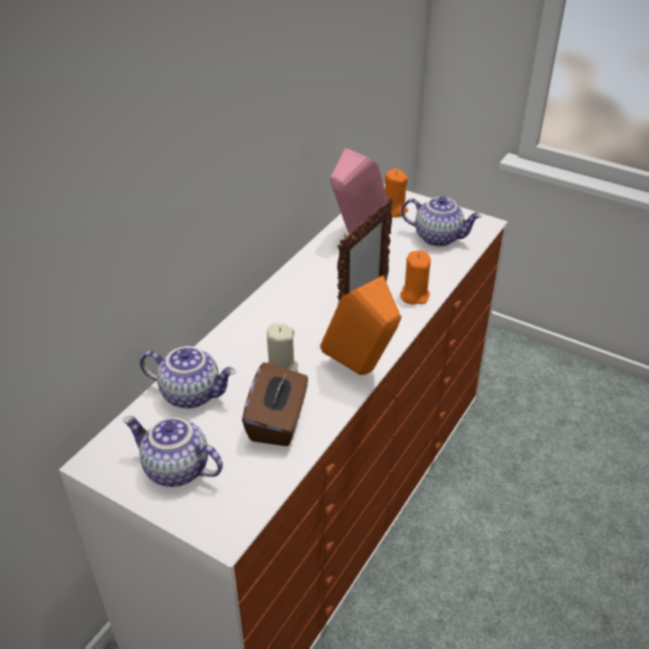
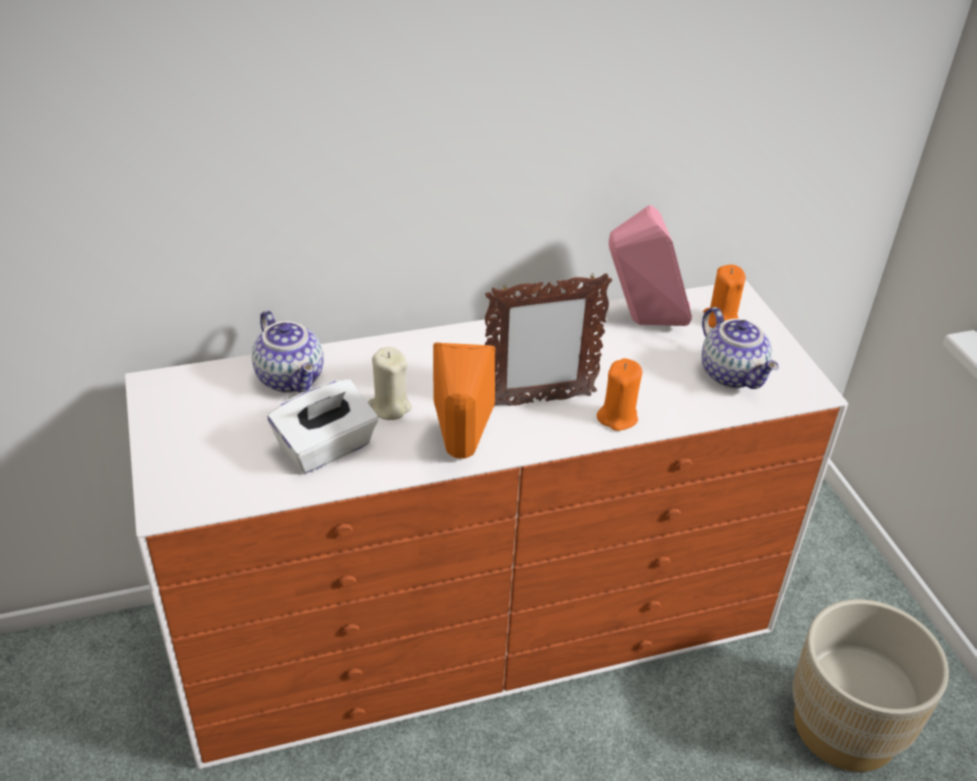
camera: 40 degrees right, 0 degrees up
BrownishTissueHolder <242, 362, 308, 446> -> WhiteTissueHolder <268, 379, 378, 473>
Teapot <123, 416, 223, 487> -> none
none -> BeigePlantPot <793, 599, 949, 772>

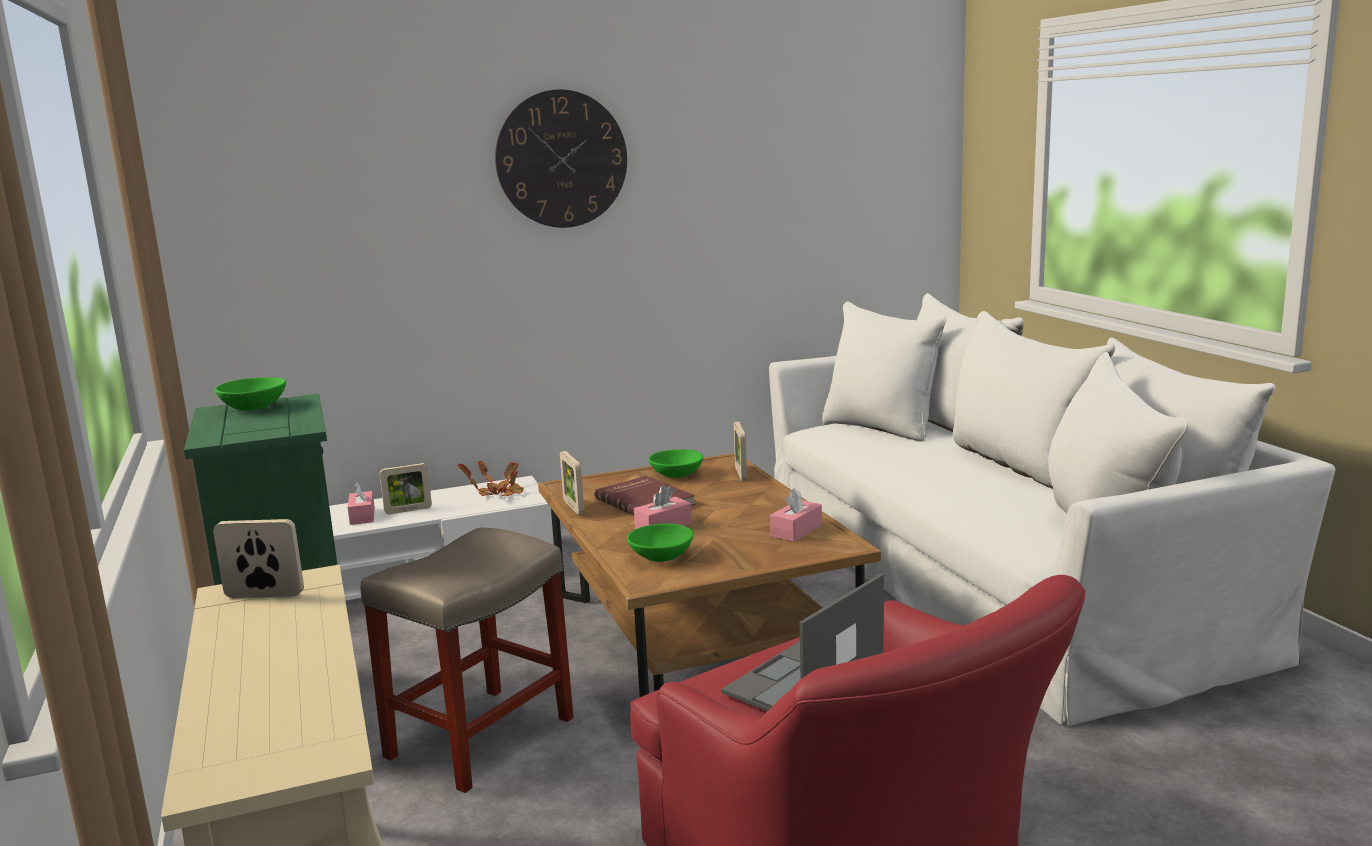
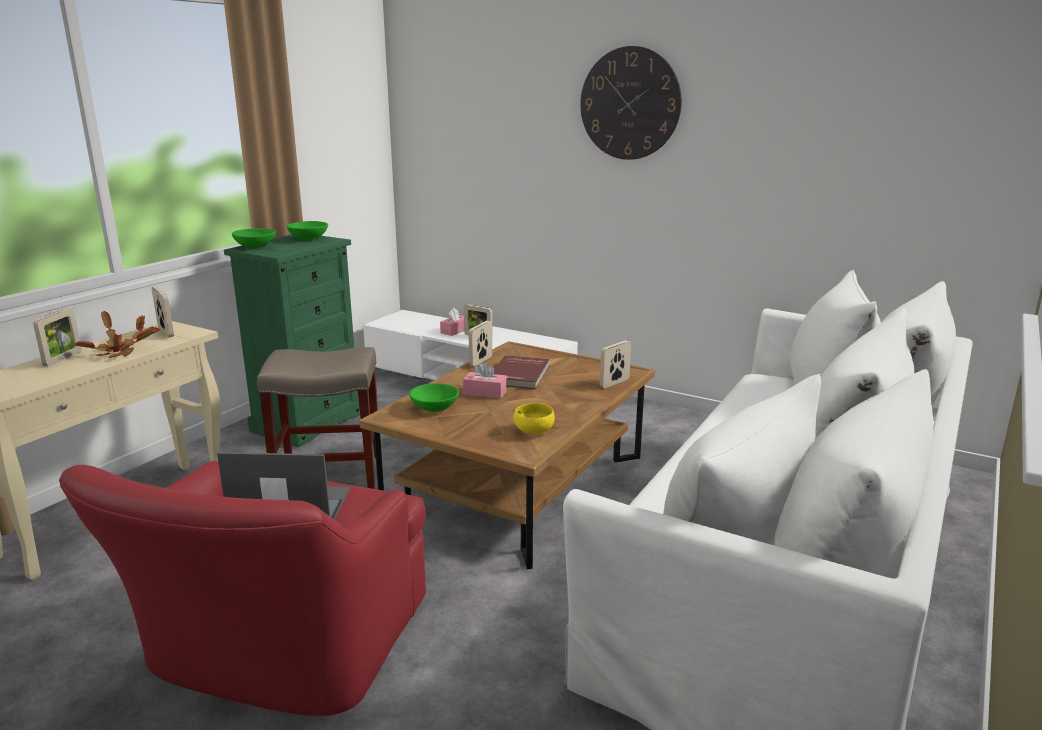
camera: 50 degrees right, 5 degrees up
GreenBowl <648, 449, 703, 478> -> GreenBowl <232, 228, 276, 248>, shifted
Houseplant <457, 461, 523, 496> -> Houseplant <74, 311, 160, 358>, shifted
PinkishTissueHolder <770, 488, 822, 542> -> YellowBowl <513, 403, 555, 434>
none -> StandingFrame <33, 308, 82, 366>

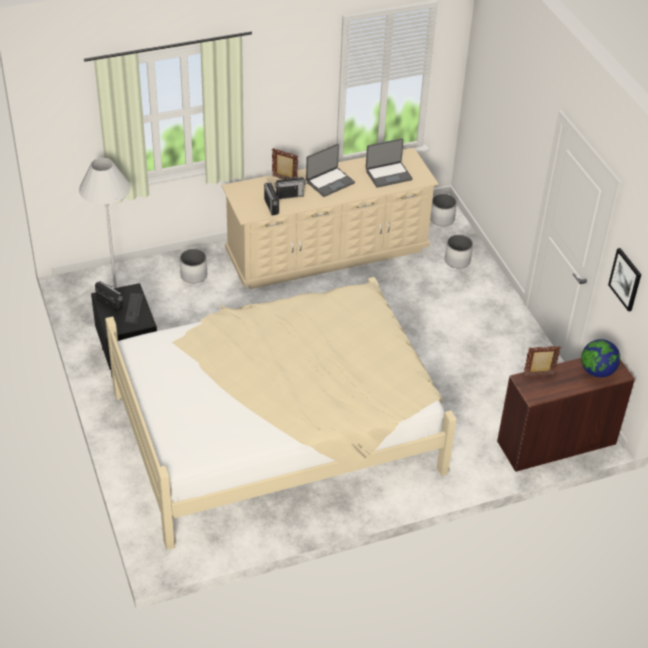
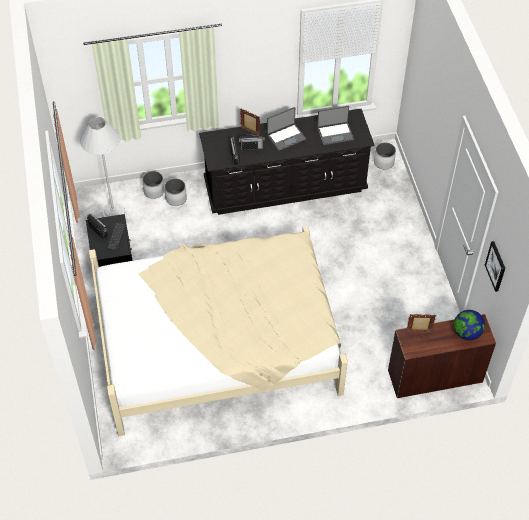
camera: 10 degrees right, 10 degrees up
BeigeDresser <221, 148, 439, 289> -> BlackDresser <199, 109, 375, 215>
WhitePlantPot <445, 235, 473, 268> -> WhitePlantPot <142, 171, 165, 199>, shifted

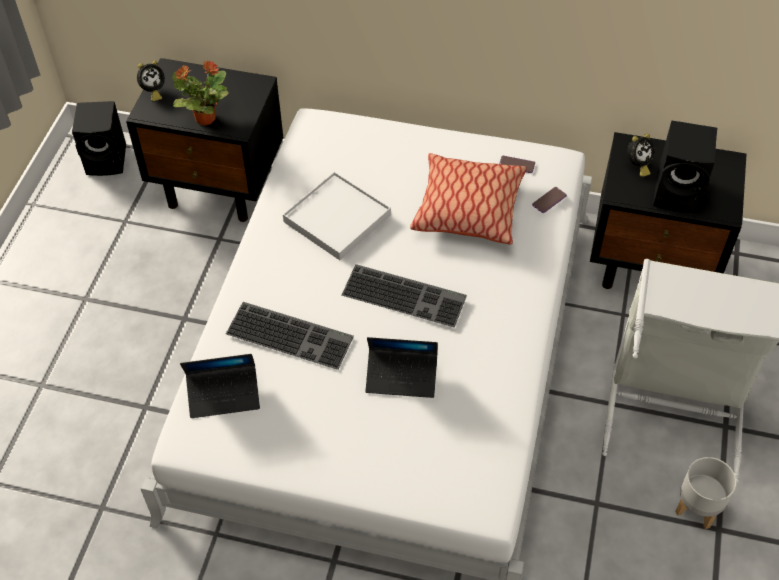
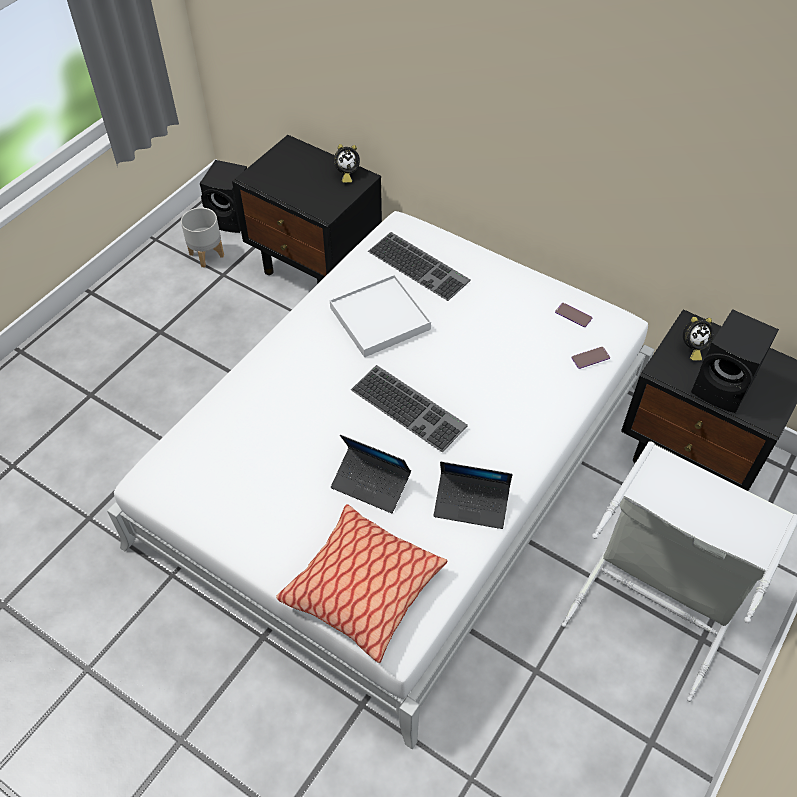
camera: 20 degrees right, 0 degrees up
Houseplant <172, 60, 229, 125> -> none
BedsideClock <137, 61, 165, 102> -> BedsideClock <334, 144, 360, 183>, shifted
ThrowPillow <410, 153, 527, 245> -> ThrowPillow <276, 504, 447, 663>, shifted
ComputerKeyboard <226, 302, 354, 370> -> ComputerKeyboard <368, 232, 471, 301>, shifted
Laptop <180, 354, 260, 418> -> Laptop <434, 462, 513, 529>, shifted
GreyishPlantPot <675, 457, 737, 529> -> GreyishPlantPot <181, 208, 224, 267>, shifted

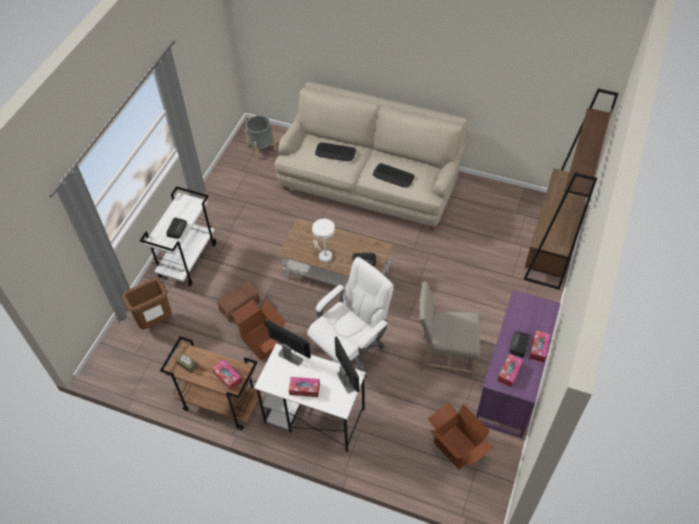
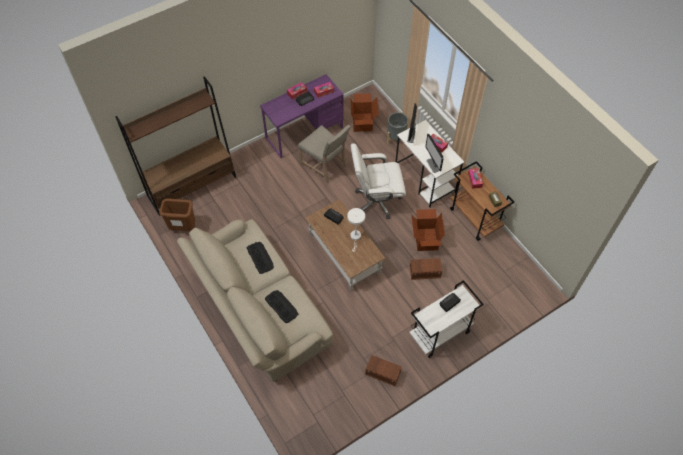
camera: 145 degrees left, 5 degrees up
GreyishPlantPot <244, 115, 276, 159> -> GreyishPlantPot <387, 112, 408, 146>, shifted
BrownishTrashCan <122, 278, 172, 329> -> BrownishTrashCan <159, 198, 195, 231>, shifted
none -> BrownishStorageBin <365, 355, 402, 386>

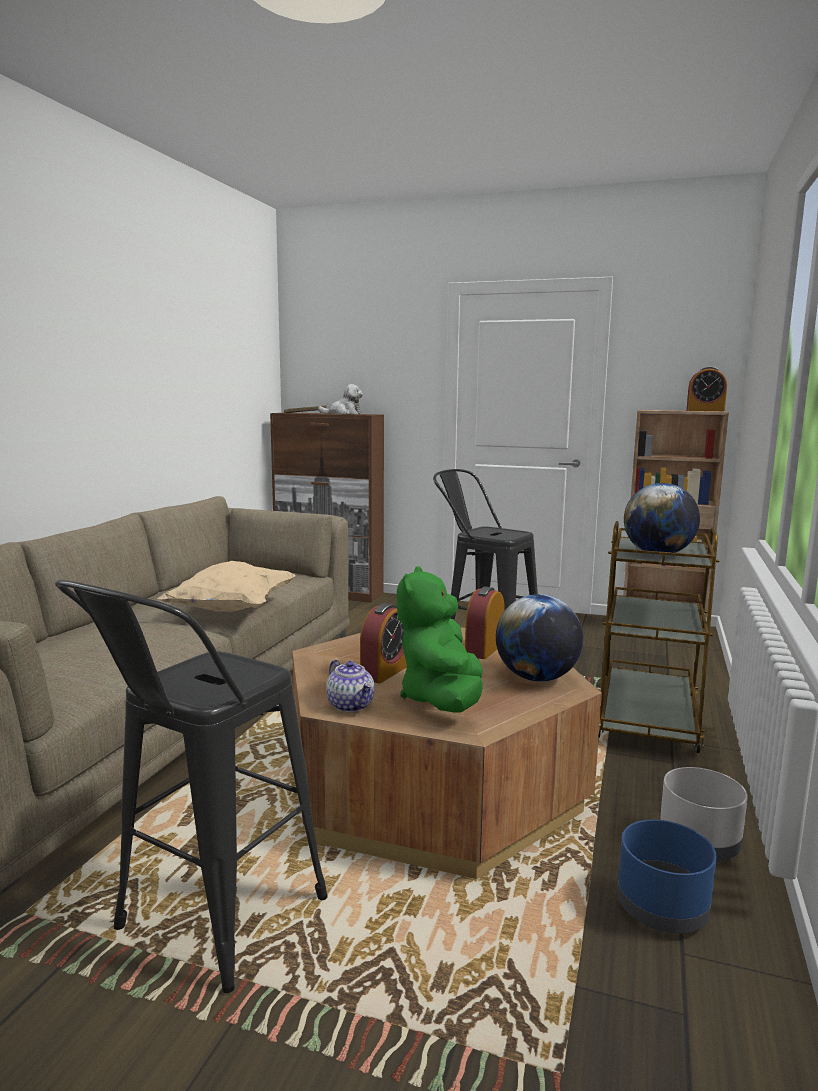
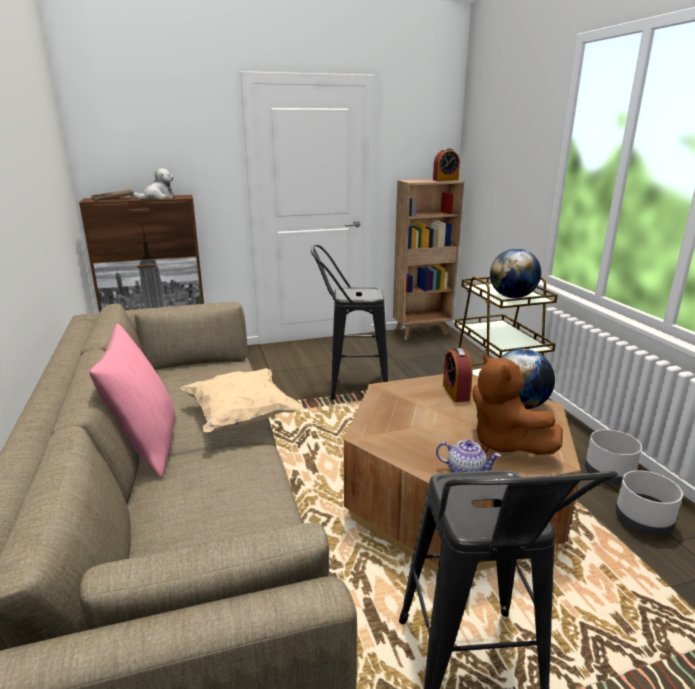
camera: 35 degrees left, 10 degrees up
GreenSoftToy <397, 566, 483, 712> -> BrownishSoftToy <473, 353, 563, 455>
BedsideClock <360, 603, 407, 683> -> none
BlueColouredPlantPot <617, 820, 717, 933> -> GreyishPlantPot <616, 470, 683, 535>
none -> PinkishThrowPillow <89, 324, 175, 478>

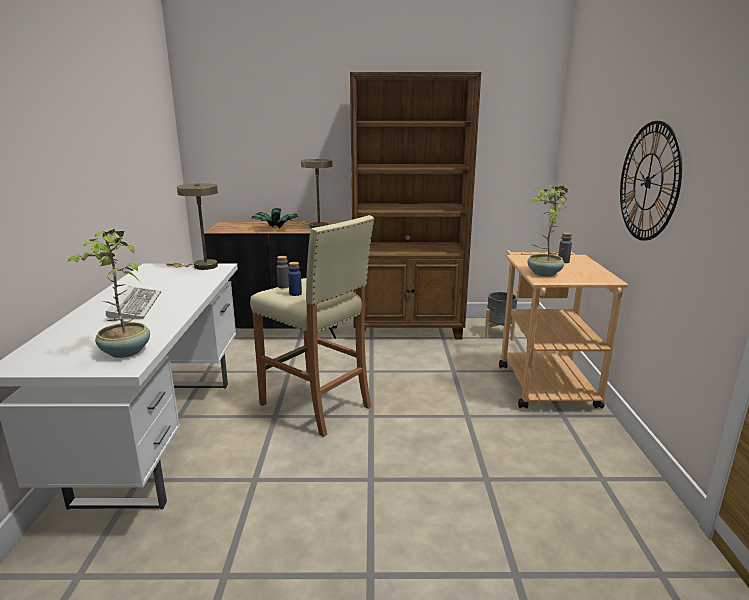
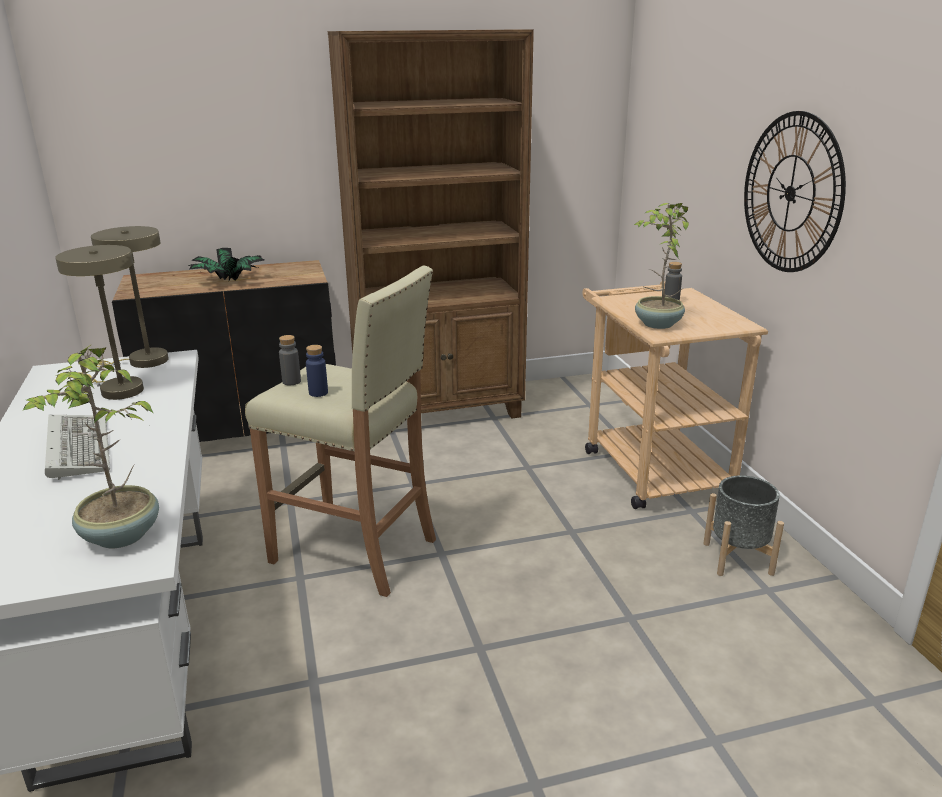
camera: 15 degrees left, 5 degrees up
BeigeTabletopLamp <299, 159, 333, 228> -> BeigeTabletopLamp <55, 245, 144, 400>, shifted
GreyishPlantPot <485, 292, 517, 341> -> GreyishPlantPot <703, 475, 784, 576>, shifted

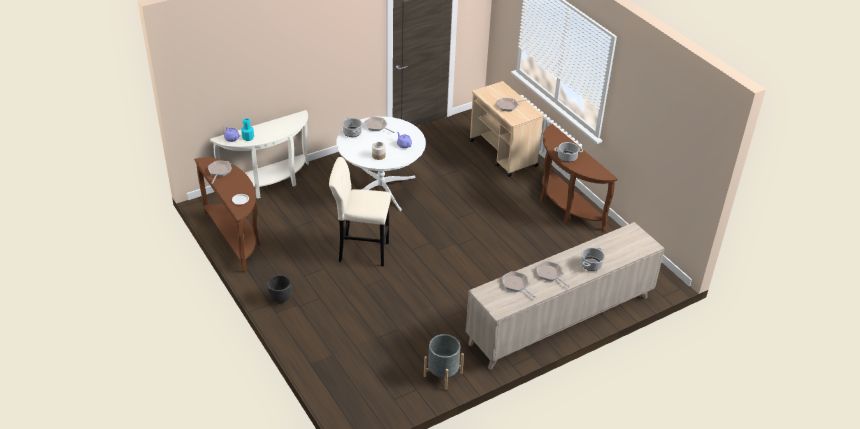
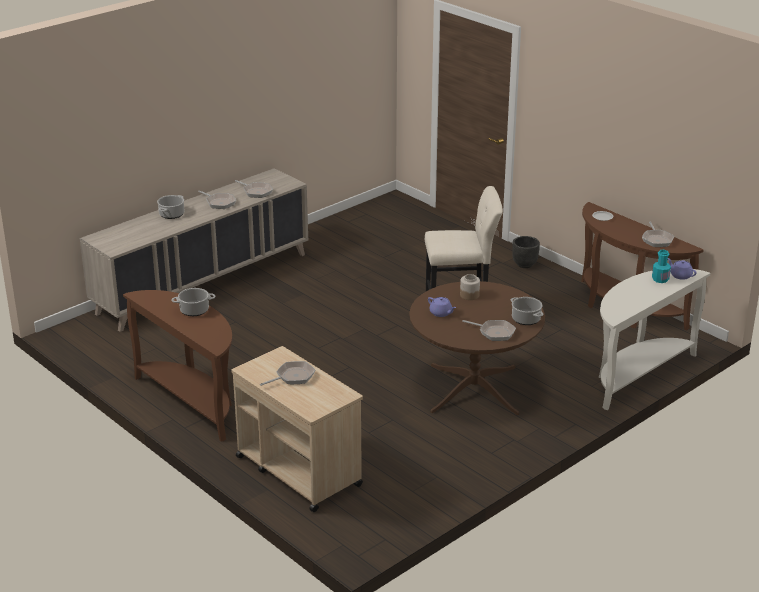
camera: 170 degrees right, 10 degrees down
WhiteKitchenTable <336, 117, 426, 211> -> BrownishKitchenTable <409, 281, 545, 416>
GreyishPlantPot <424, 334, 464, 390> -> none

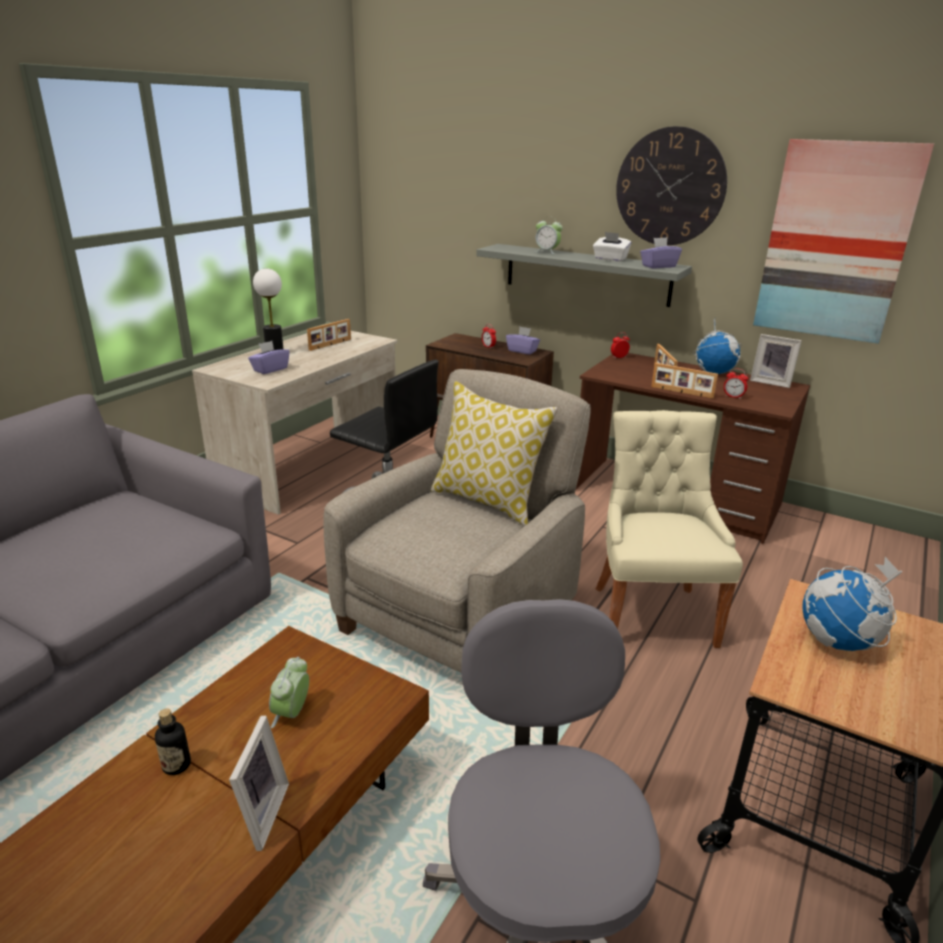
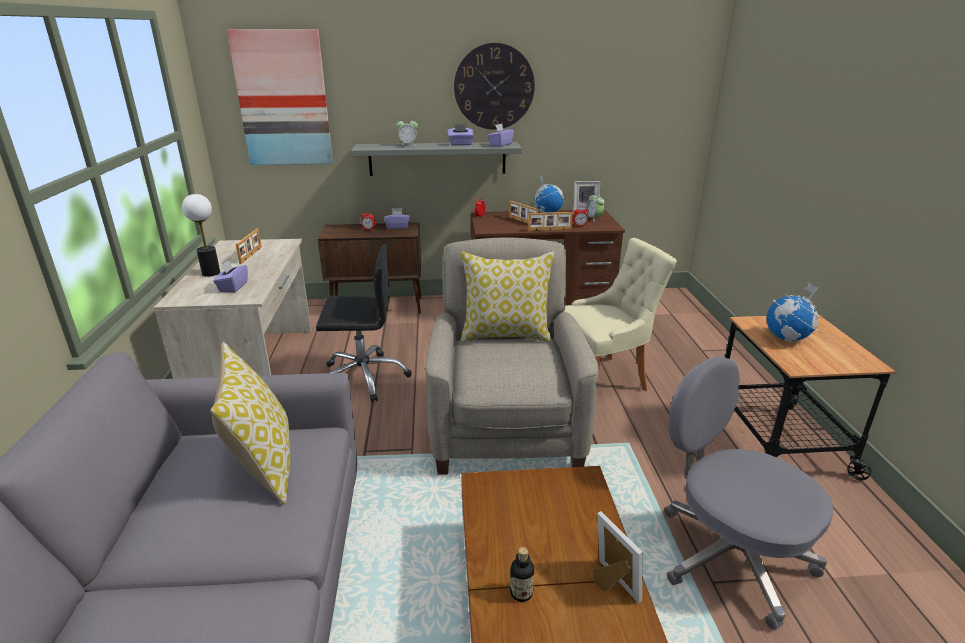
camera: 35 degrees left, 0 degrees up
WallArt <753, 139, 934, 344> -> WallArt <227, 29, 333, 165>, shifted
WhiteTissueHolder <593, 232, 632, 261> -> PurpleColouredTissueHolder <447, 124, 474, 146>
BeigeUprightChair <596, 410, 743, 648> -> BeigeUprightChair <564, 238, 677, 391>, 105 degrees clockwise
BedsideClock <269, 657, 309, 728> -> BedsideClock <587, 193, 604, 222>, shifted
none -> ThrowPillow <210, 342, 290, 504>

